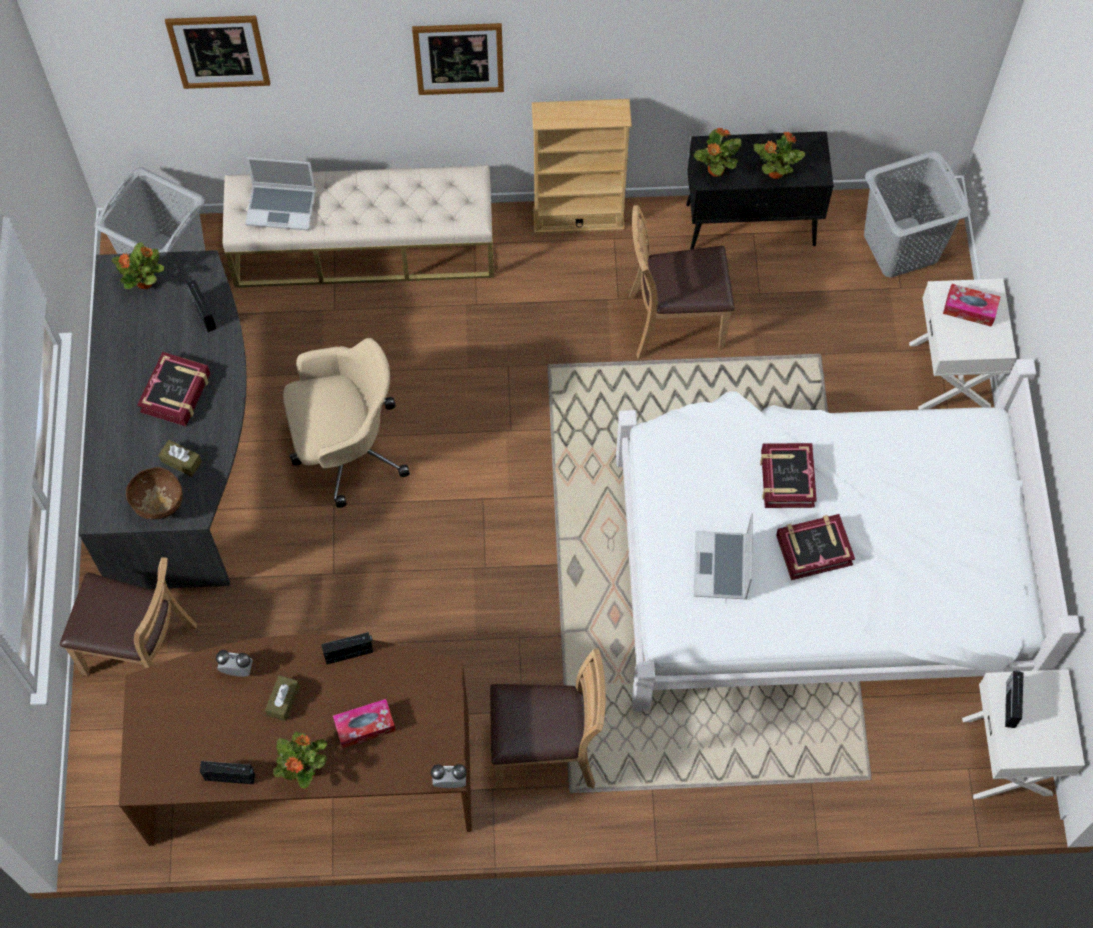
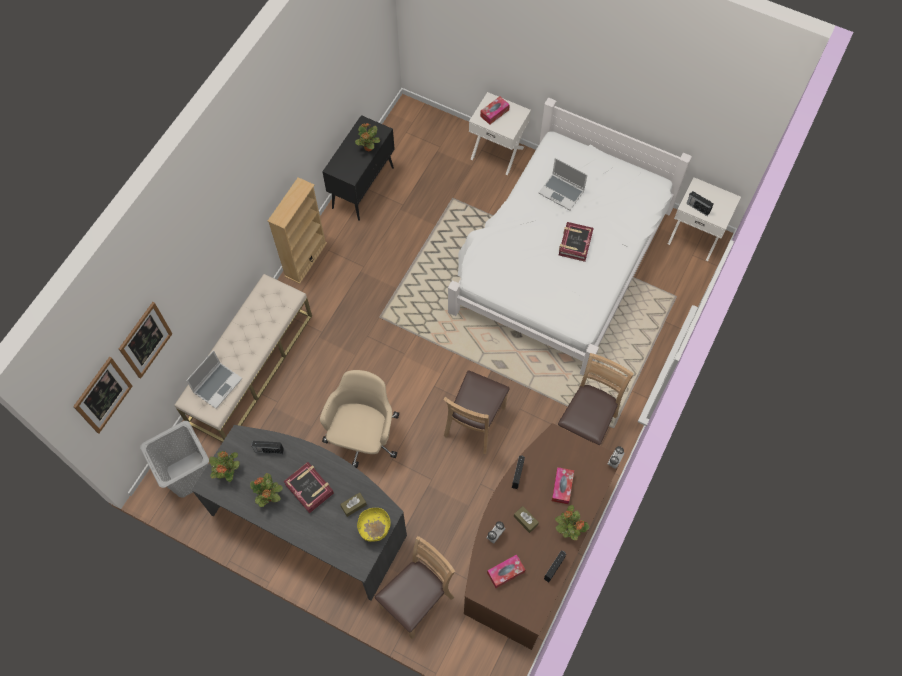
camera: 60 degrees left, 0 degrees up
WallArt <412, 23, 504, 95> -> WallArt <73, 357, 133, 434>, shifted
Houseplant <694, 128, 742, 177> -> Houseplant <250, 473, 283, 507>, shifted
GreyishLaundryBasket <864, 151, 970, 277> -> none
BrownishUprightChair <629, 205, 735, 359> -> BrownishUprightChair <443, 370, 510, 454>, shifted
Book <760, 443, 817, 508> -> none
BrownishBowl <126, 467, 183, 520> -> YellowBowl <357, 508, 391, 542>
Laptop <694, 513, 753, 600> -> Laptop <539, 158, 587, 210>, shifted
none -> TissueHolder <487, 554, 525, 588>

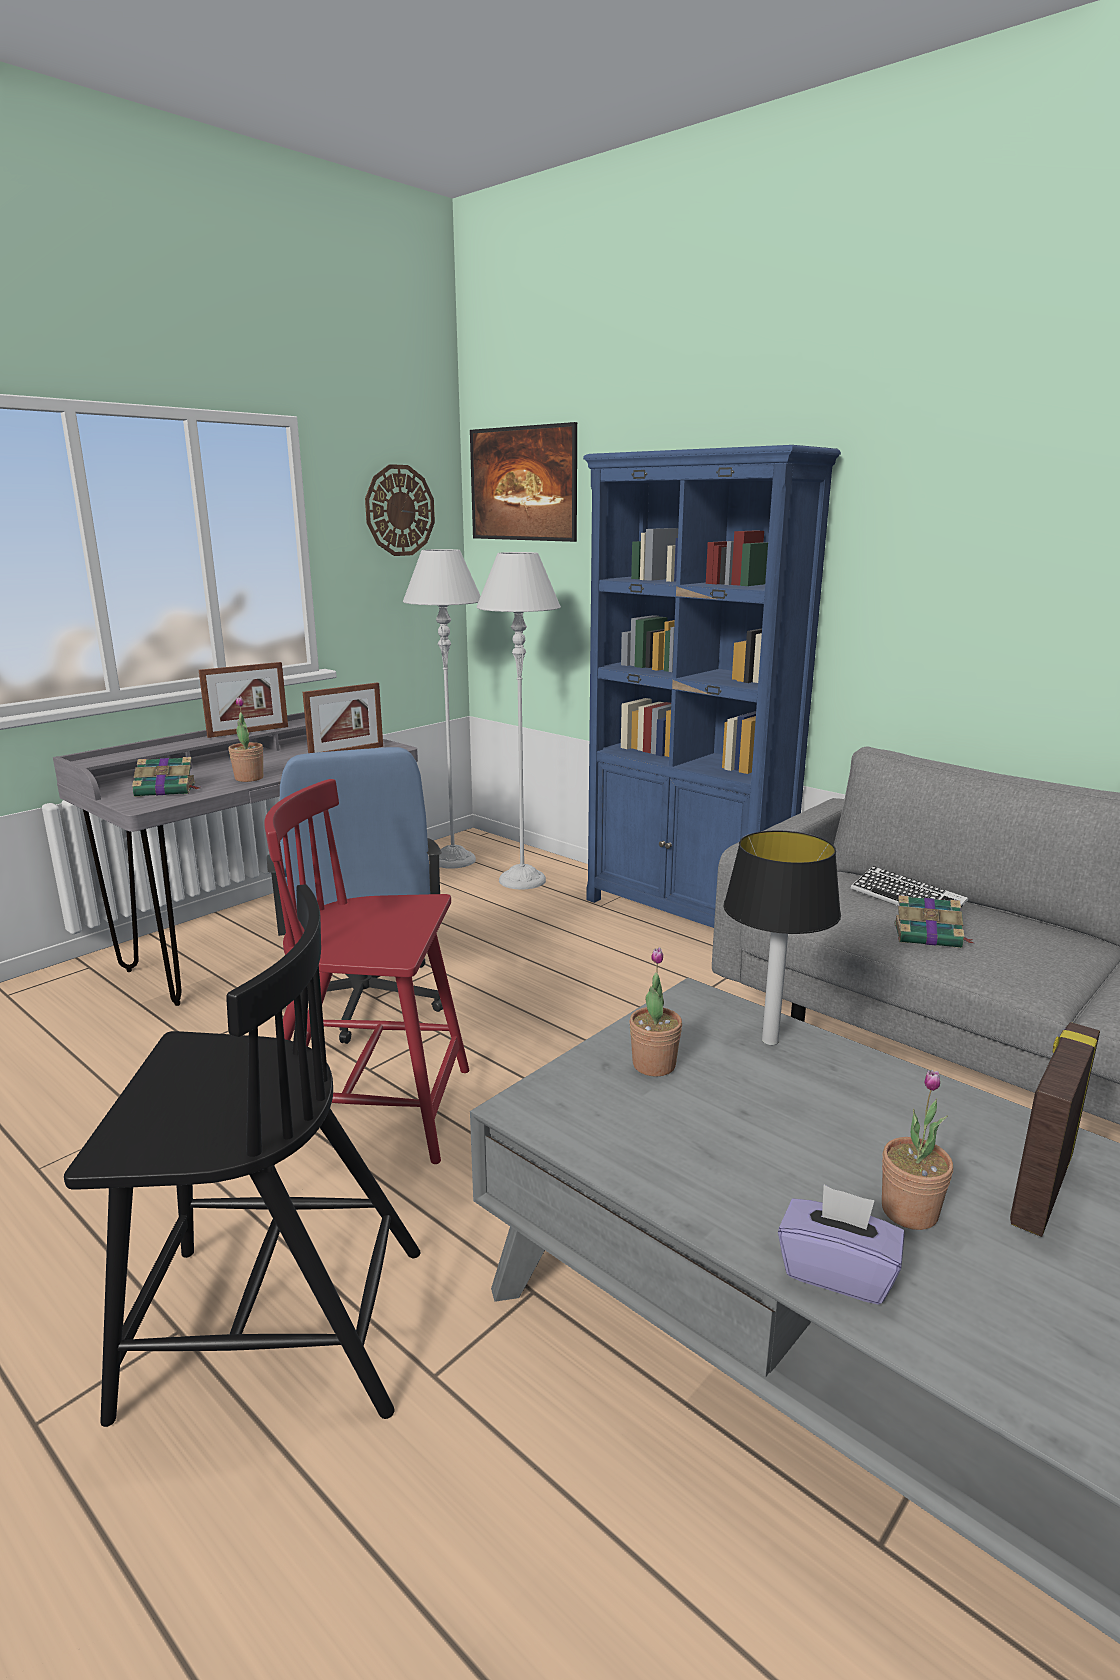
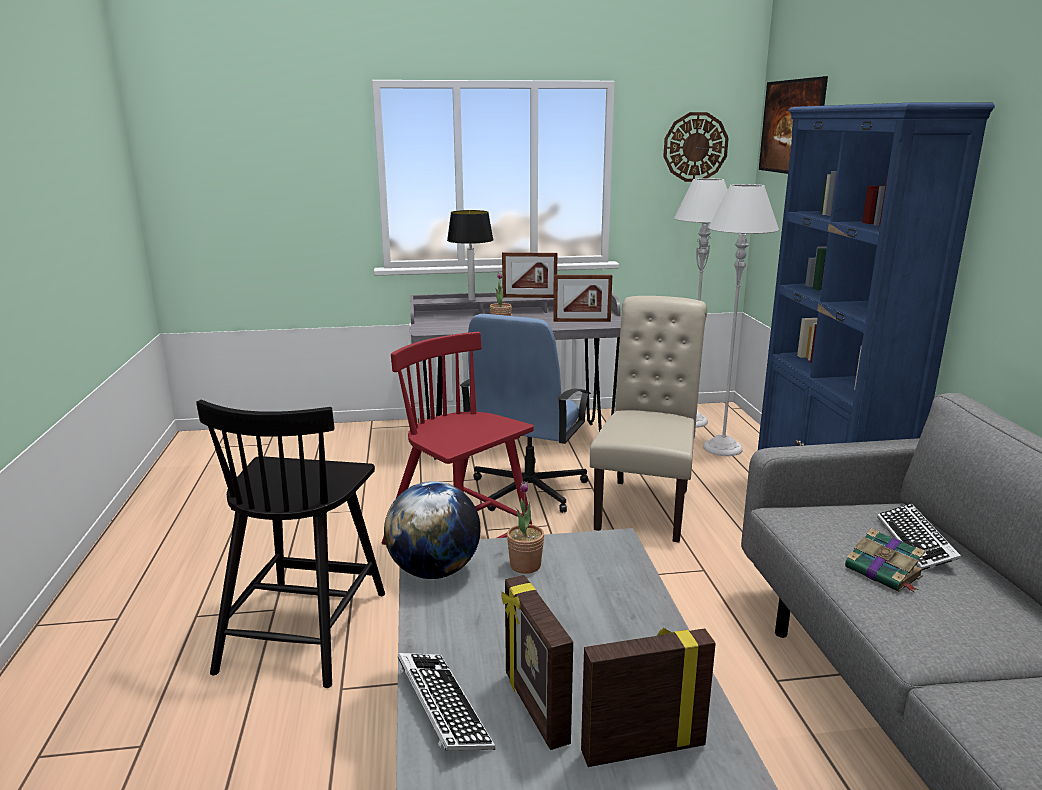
camera: 40 degrees right, 0 degrees up
Book <132, 757, 200, 797> -> none
TabletopLamp <724, 831, 841, 1045> -> TabletopLamp <447, 210, 494, 301>, shifted
BlackUprightChair <64, 885, 421, 1427> -> BlackUprightChair <196, 400, 385, 688>, 60 degrees clockwise
Houseplant <882, 1070, 953, 1230> -> StandingFrame <501, 575, 573, 750>
PurpleColouredTissueHolder <778, 1185, 905, 1305> -> ComputerKeyboard <397, 653, 495, 751>
none -> BeigeUprightChair <590, 296, 707, 543>
none -> WorldGlobe <384, 481, 481, 579>

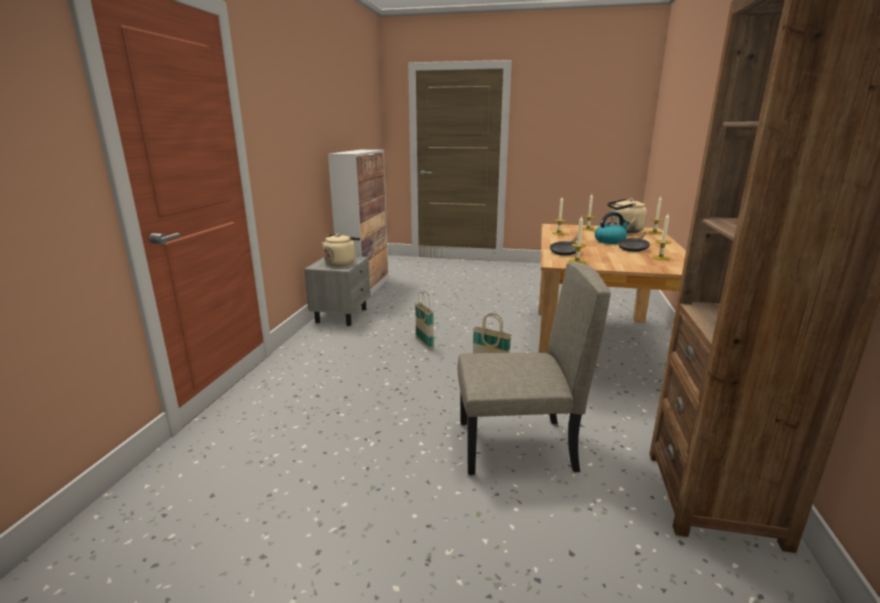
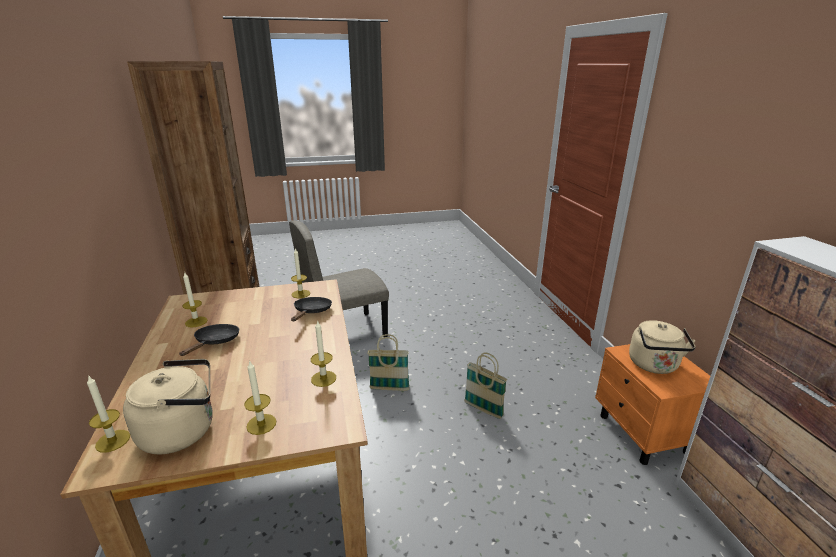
camera: 155 degrees right, 5 degrees up
WaterKettle <595, 212, 629, 244> -> none
GreyishNightstand <304, 256, 371, 326> -> OrangeNightstand <595, 344, 710, 465>

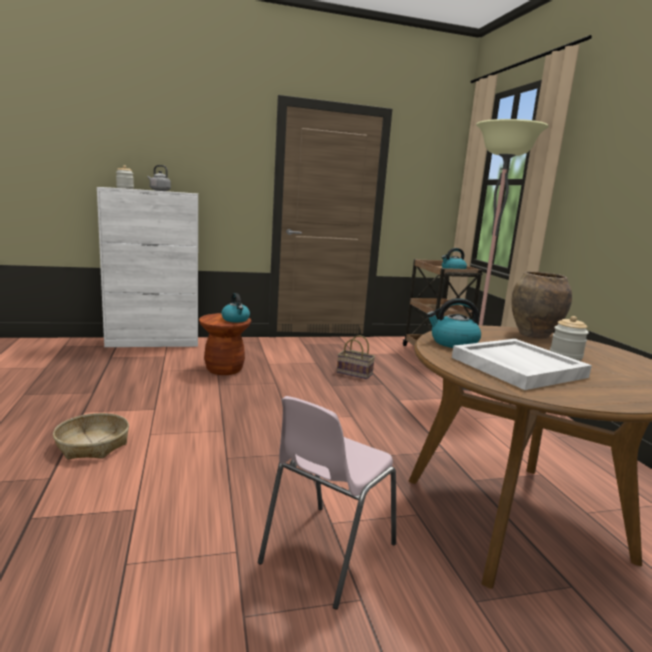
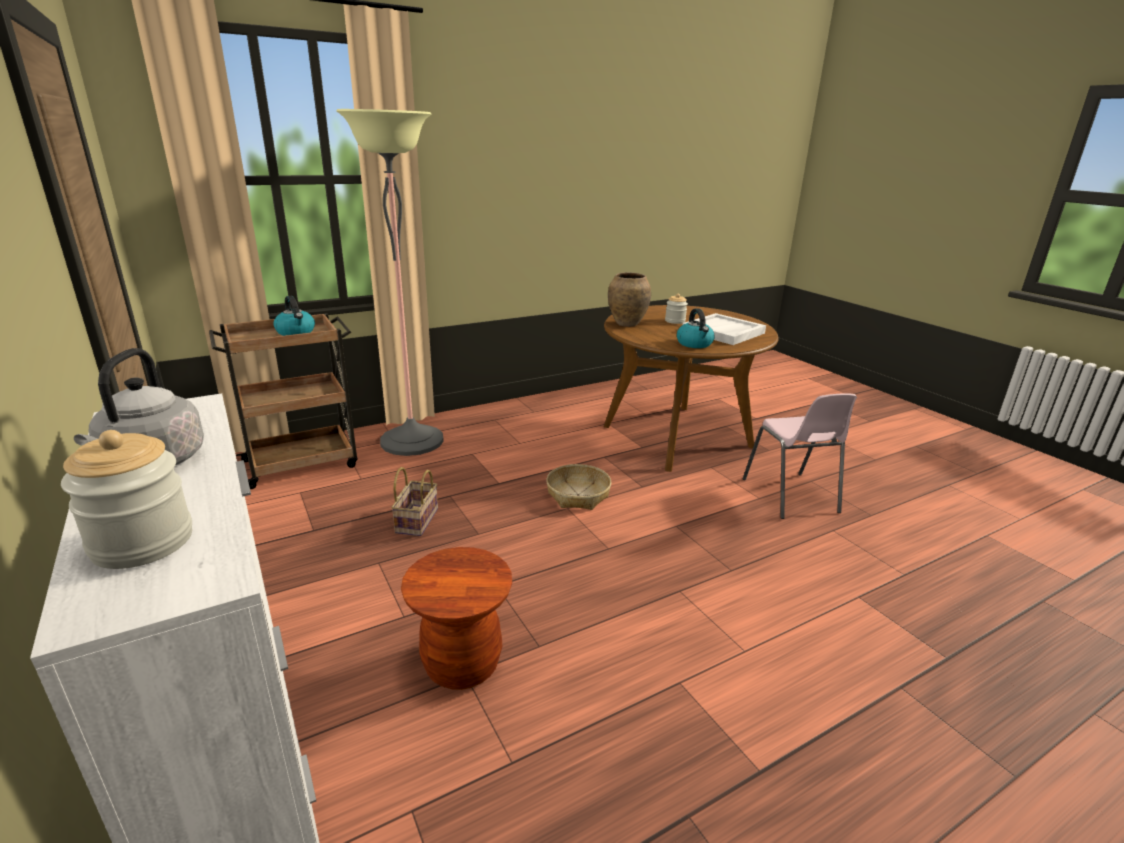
camera: 105 degrees left, 10 degrees up
WaterKettle <221, 293, 250, 322> -> none
PinkishUprightChair <258, 396, 396, 610> -> PinkishUprightChair <743, 393, 857, 519>, 60 degrees clockwise
StorageBasket <53, 413, 129, 460> -> StorageBasket <546, 464, 611, 510>, shifted

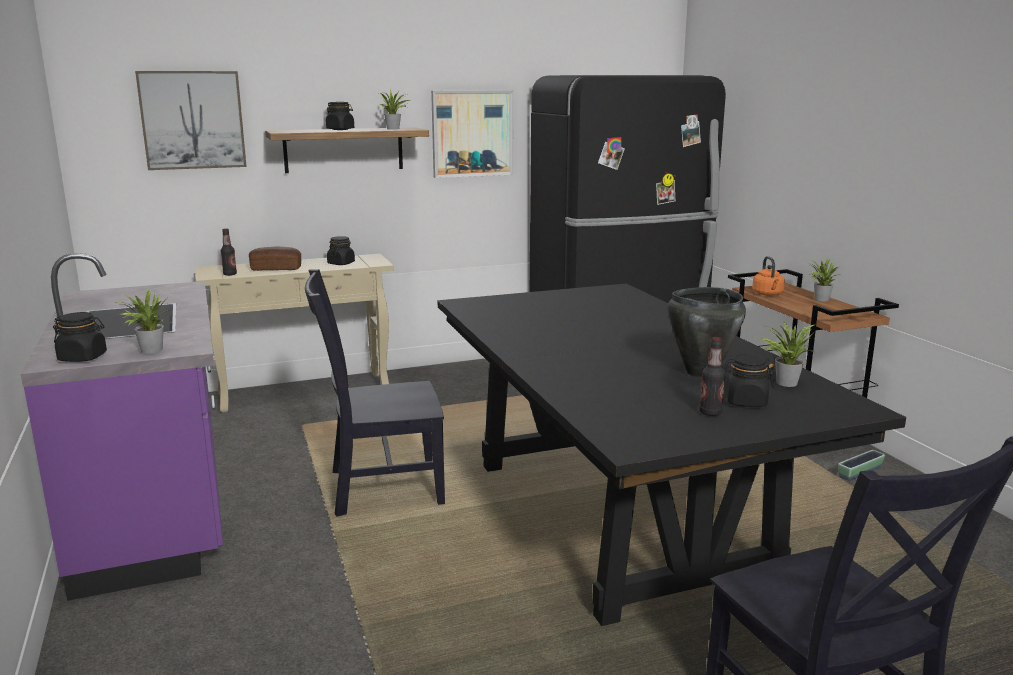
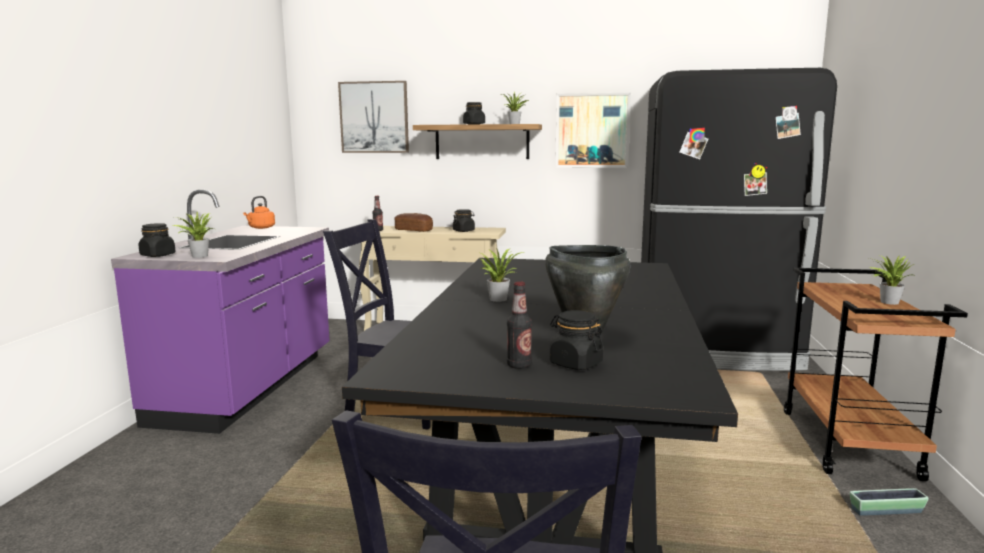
camera: 30 degrees right, 5 degrees down
OrangeWaterKettle <752, 256, 785, 296> -> OrangeWaterKettle <243, 196, 275, 229>, shifted
Houseplant <761, 321, 815, 387> -> Houseplant <480, 248, 524, 302>, shifted

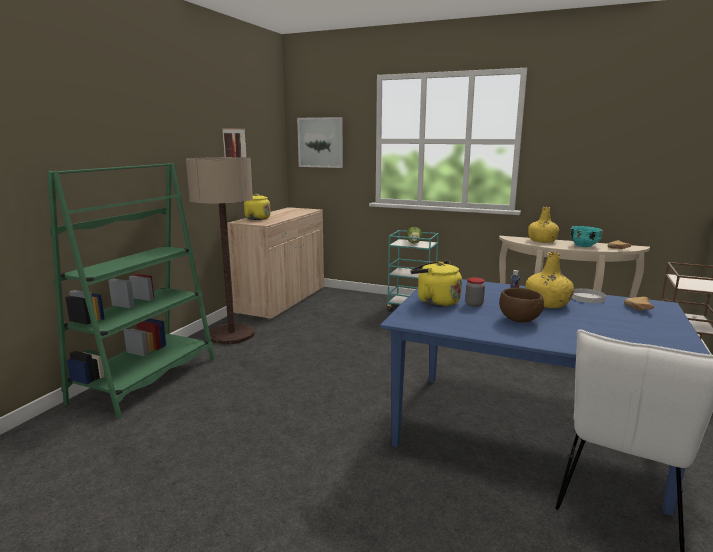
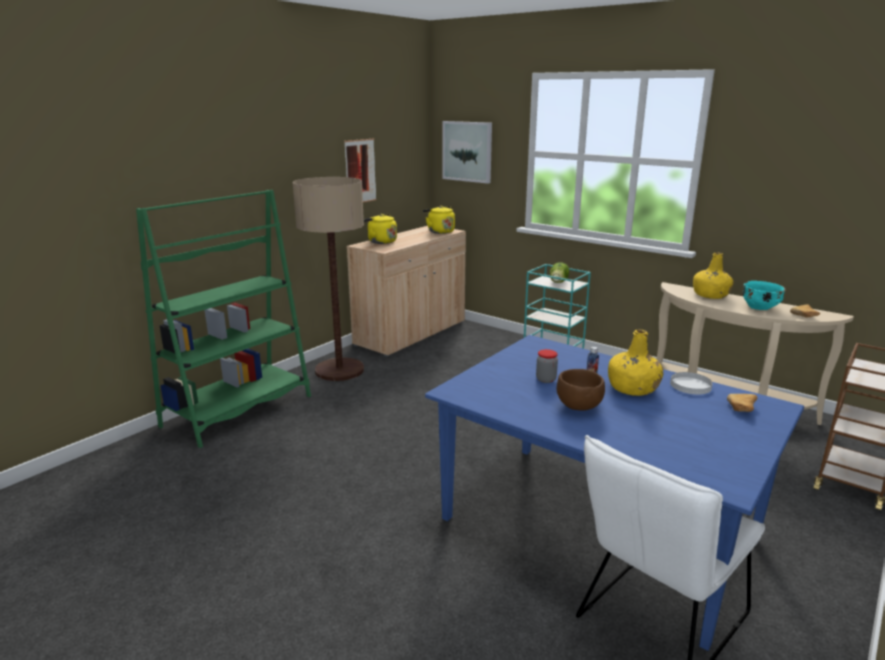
camera: 15 degrees right, 5 degrees up
YellowWaterKettle <410, 261, 462, 307> -> YellowWaterKettle <423, 206, 455, 234>, shifted

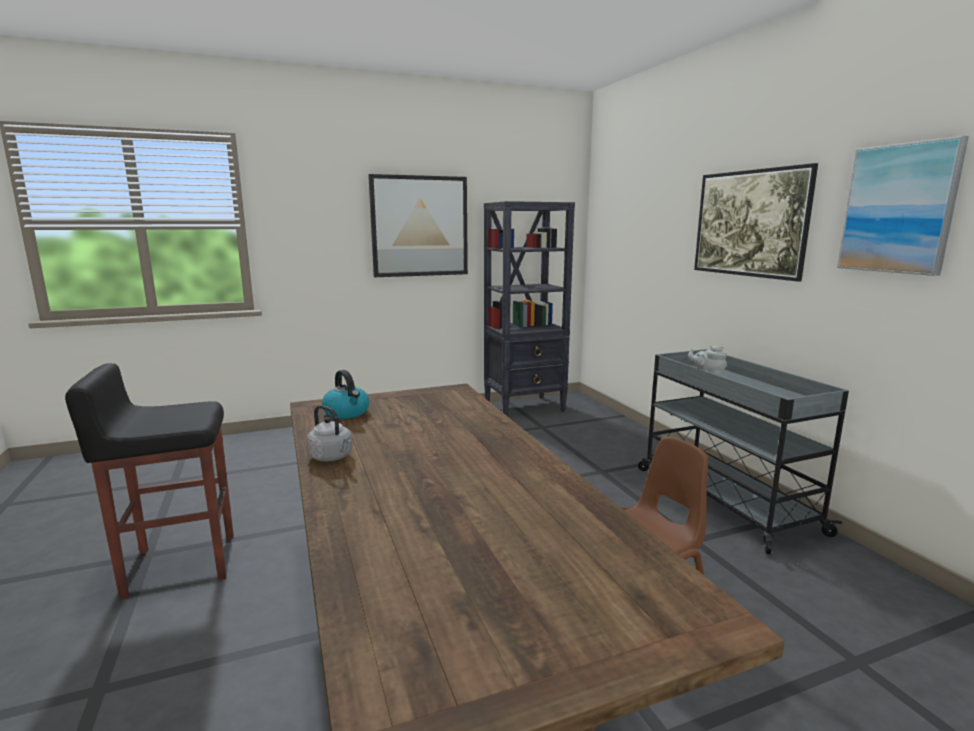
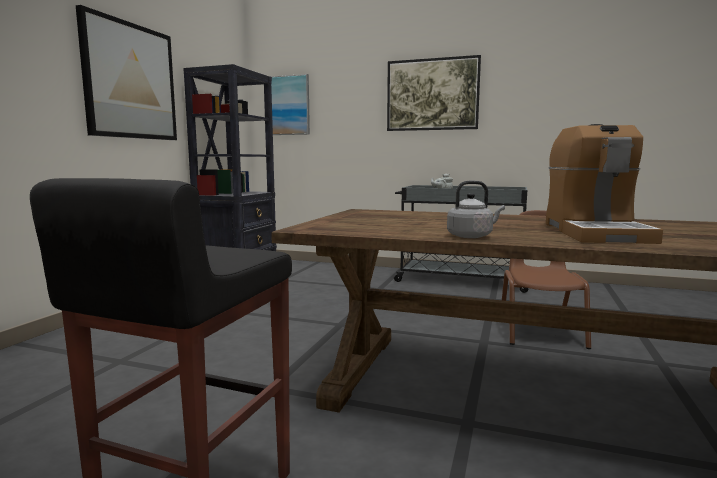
camera: 50 degrees left, 5 degrees down
WallArt <837, 136, 969, 276> -> WallArt <270, 74, 310, 135>, shifted
WaterKettle <322, 370, 369, 419> -> none
none -> CoffeeBrewer <546, 124, 663, 244>

